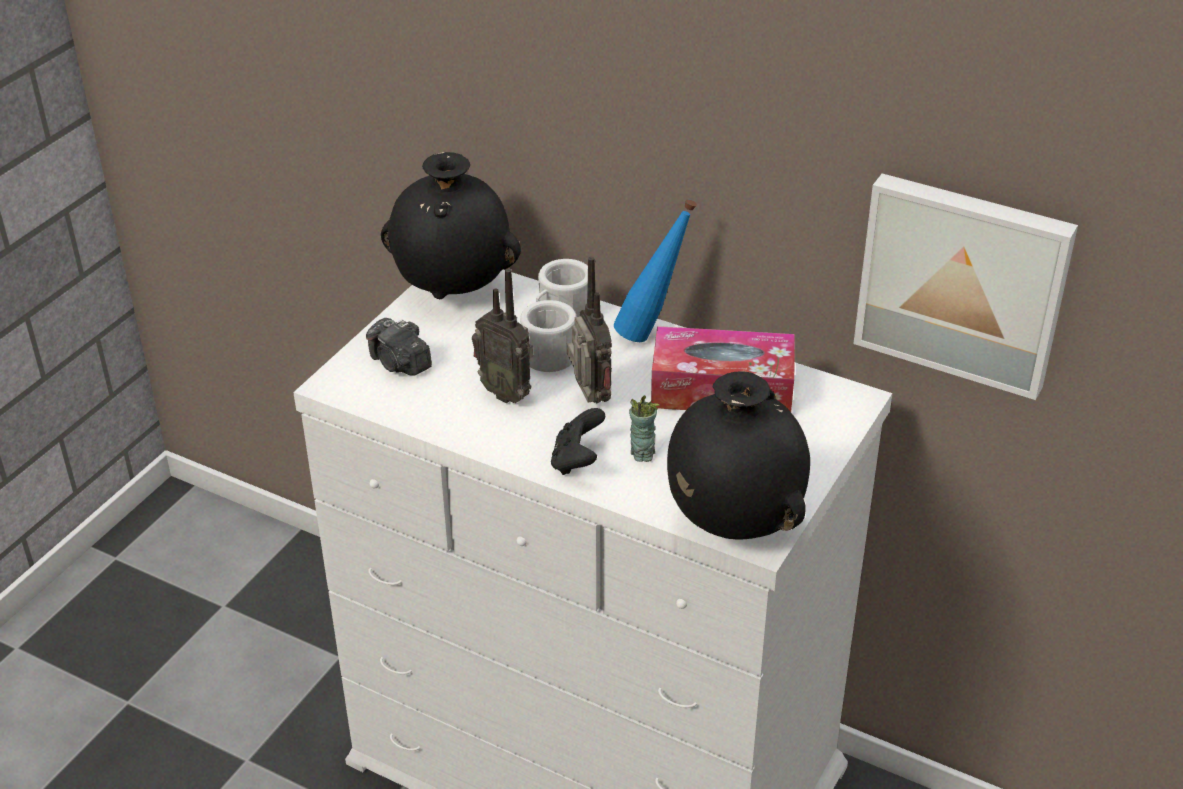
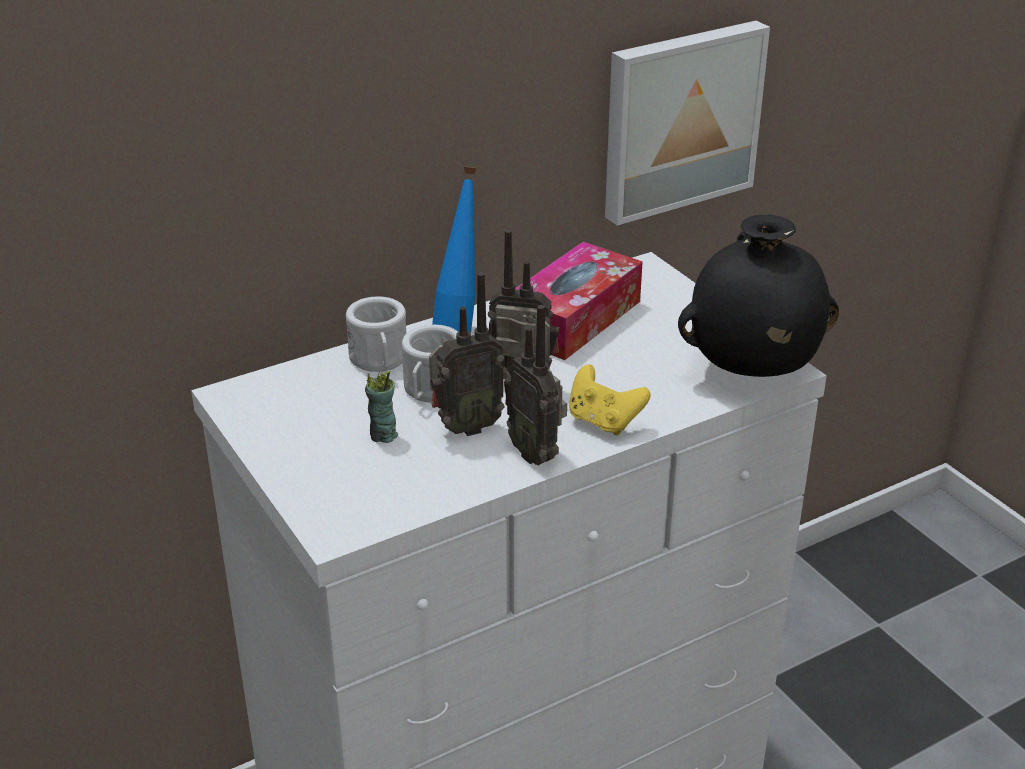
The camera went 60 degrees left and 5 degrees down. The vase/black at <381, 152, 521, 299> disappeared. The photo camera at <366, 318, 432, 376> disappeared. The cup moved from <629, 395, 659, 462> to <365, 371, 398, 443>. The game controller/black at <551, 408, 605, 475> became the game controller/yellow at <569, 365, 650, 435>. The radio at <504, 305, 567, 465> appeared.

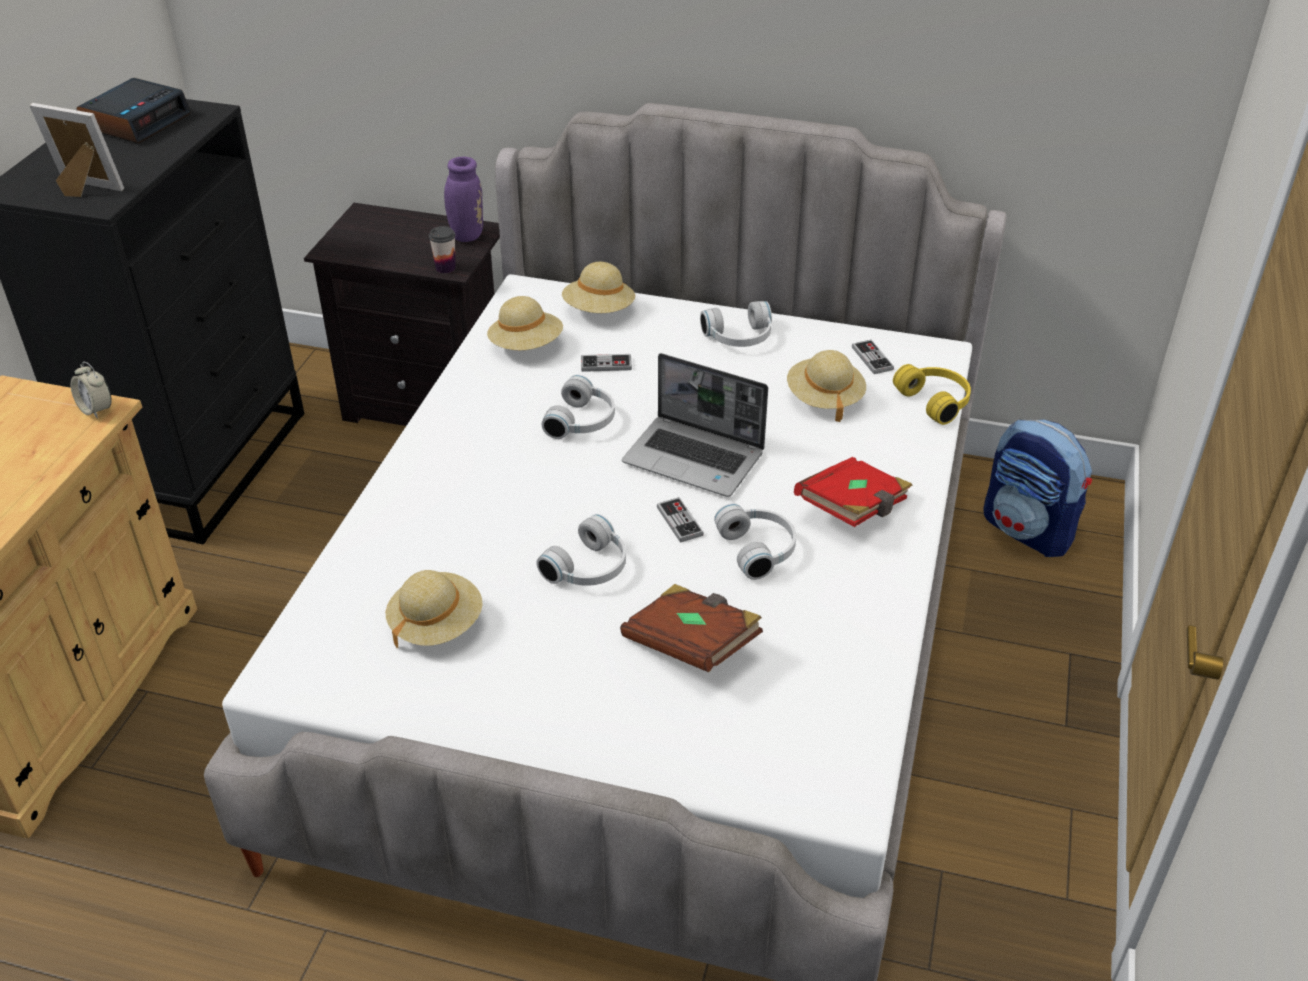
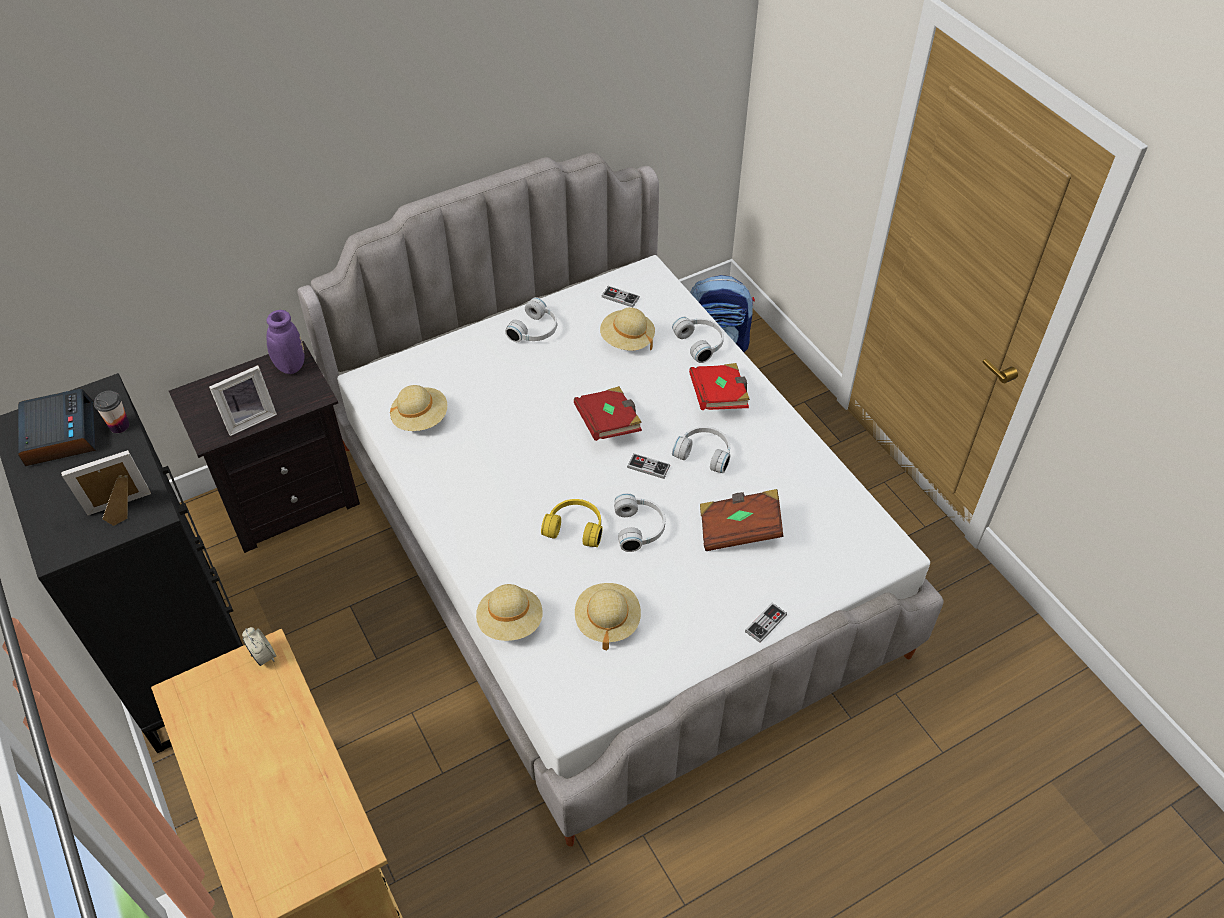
The camera went 45 degrees left and 10 degrees up. The cup moved from <429, 226, 456, 273> to <94, 391, 129, 433>. The hat/beige moved from <562, 262, 635, 313> to <476, 584, 543, 641>. The laptop at <622, 353, 768, 497> was replaced by the book/red at <574, 386, 642, 441>. The game controller moved from <581, 354, 632, 372> to <745, 603, 787, 643>. The alarm clock at <70, 362, 112, 419> turned 120 degrees counterclockwise. The headphones/yellow moved from <893, 364, 971, 425> to <541, 499, 603, 547>. The headphones/white moved from <542, 375, 615, 439> to <672, 317, 724, 363>. The picture frame at <209, 365, 277, 436> appeared.

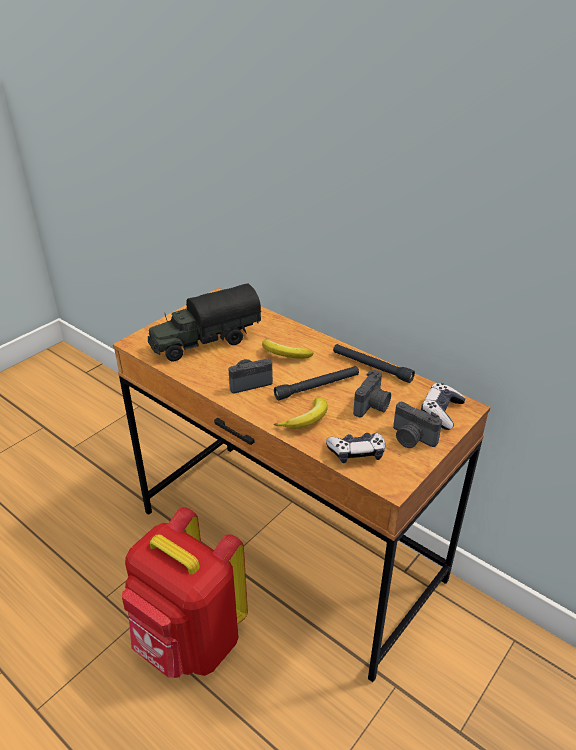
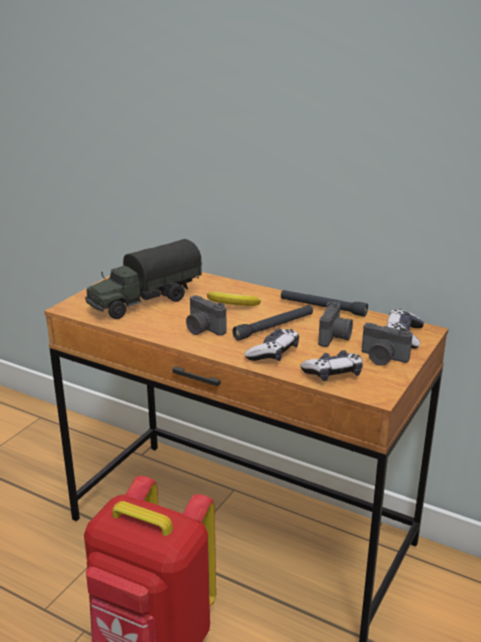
The camera went 10 degrees left and 10 degrees down. The photo camera at <228, 358, 273, 393> turned 105 degrees counterclockwise. The banana at <274, 398, 328, 429> was replaced by the game controller at <244, 329, 299, 361>.

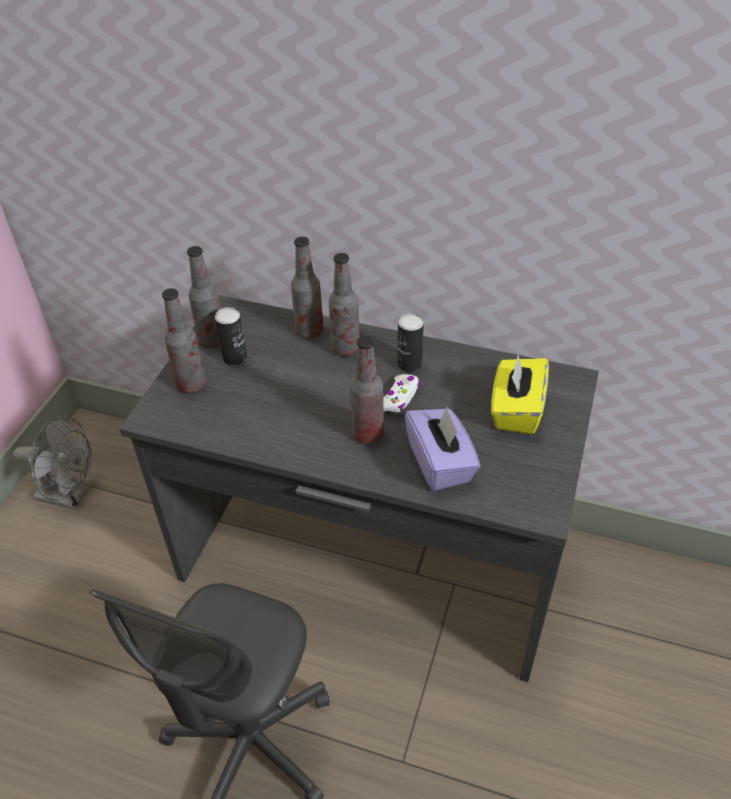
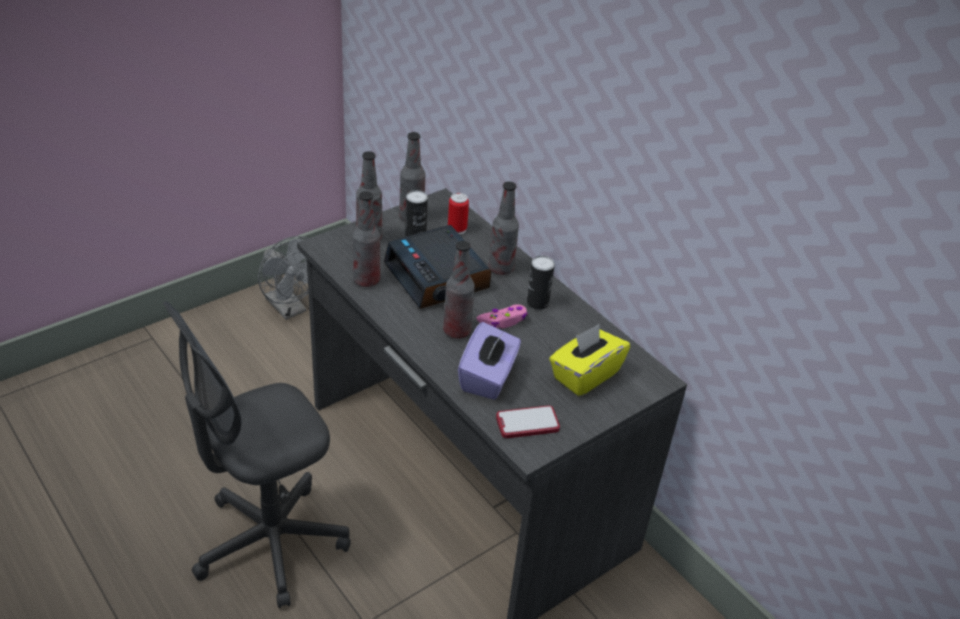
The camera went 30 degrees right and 5 degrees down. The bottle moved from <291, 237, 324, 339> to <353, 191, 380, 287>. The game controller/white at <383, 374, 420, 412> became the game controller/pink at <477, 304, 528, 328>. The can at <448, 193, 469, 235> appeared. The alarm clock at <384, 225, 491, 309> appeared. The phone at <496, 406, 560, 438> appeared.

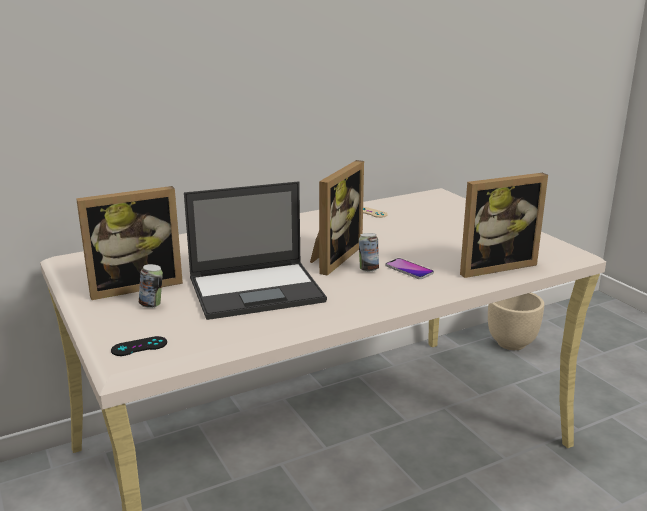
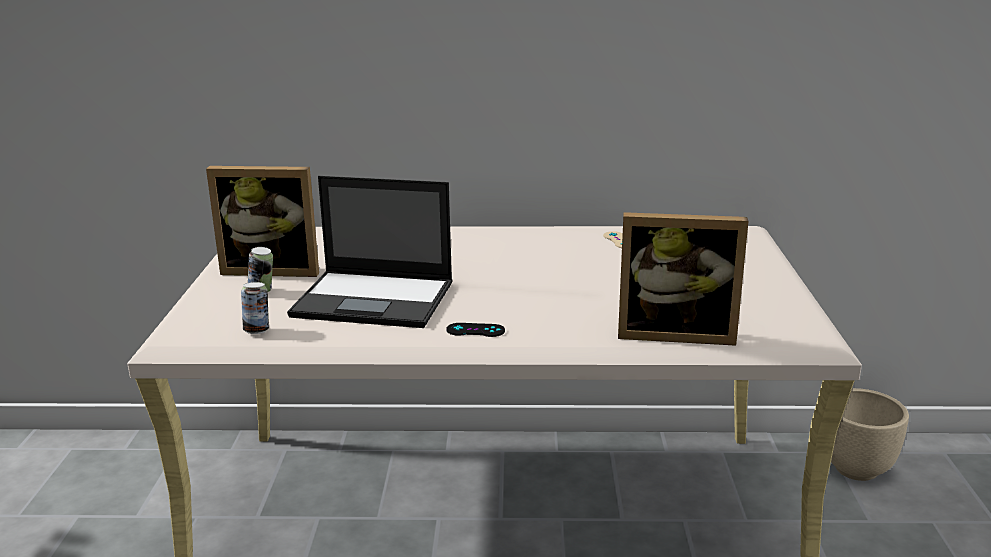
The camera went 30 degrees right and 0 degrees up. The picture frame at <310, 160, 364, 276> disappeared. The can moved from <359, 233, 379, 272> to <241, 282, 269, 334>. The phone at <385, 258, 434, 279> disappeared. The game controller/black moved from <111, 336, 167, 356> to <446, 323, 505, 337>.

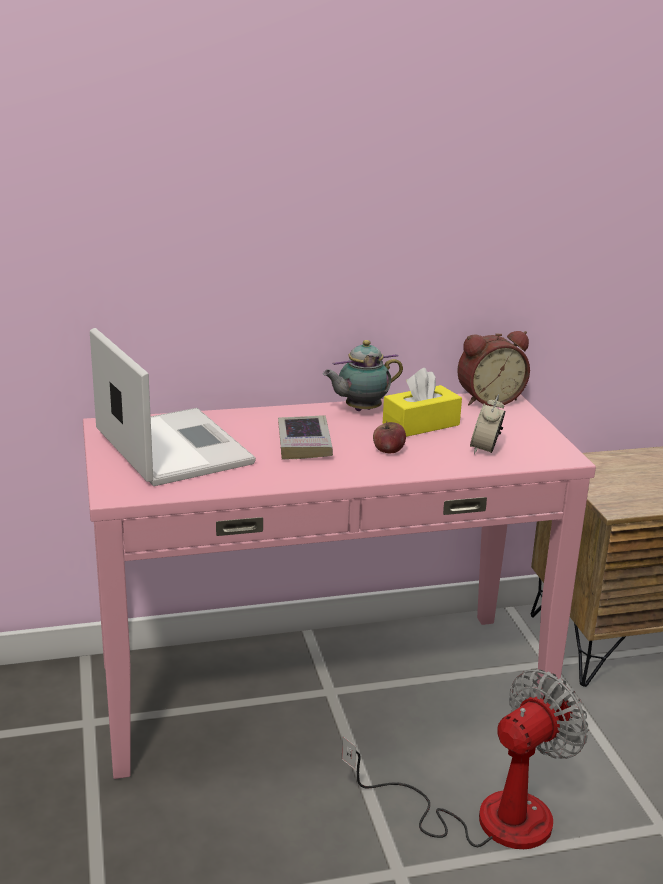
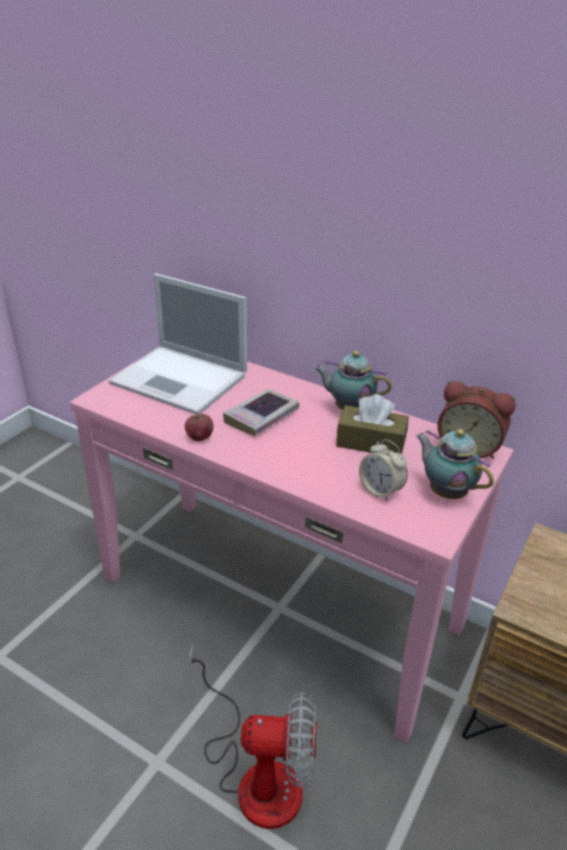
The camera went 45 degrees right and 10 degrees up. The laptop at <90, 328, 256, 486> turned 105 degrees clockwise. The tissue box/yellow at <383, 368, 462, 437> became the tissue box/brown at <336, 394, 409, 454>. The alarm clock at <470, 394, 505, 454> turned 105 degrees counterclockwise. The apple moved from <373, 421, 406, 453> to <185, 412, 213, 441>. The teapot at <416, 429, 494, 499> appeared.

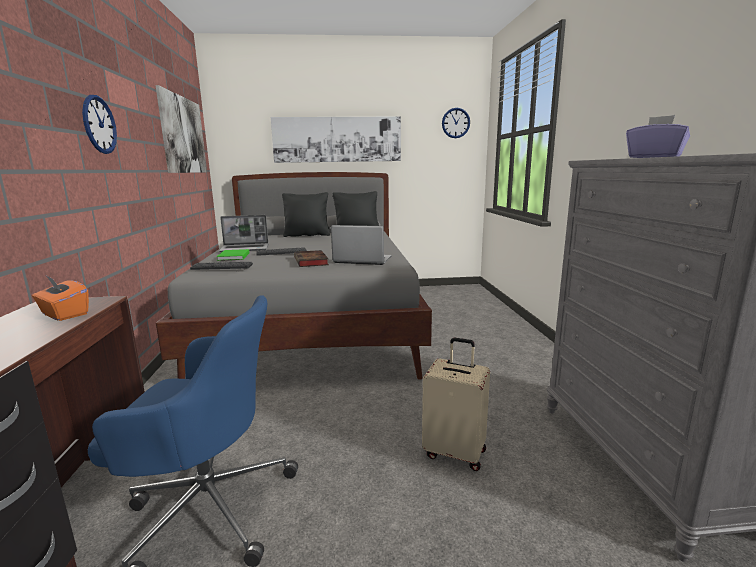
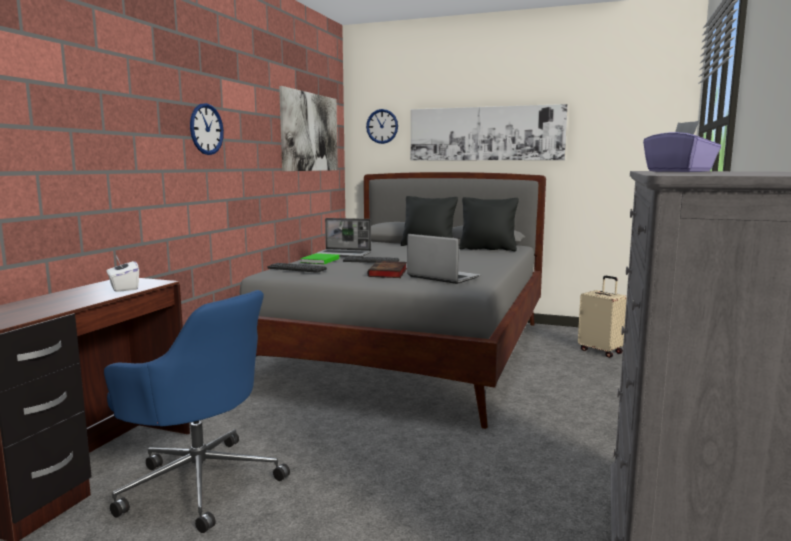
The camera went 25 degrees right and 5 degrees down. The wall clock moved from <442, 108, 470, 138> to <366, 109, 398, 144>. The tissue box/orange at <32, 276, 89, 321> became the tissue box/white at <106, 255, 139, 292>. The suitcase/beige moved from <422, 338, 490, 471> to <578, 276, 627, 358>.

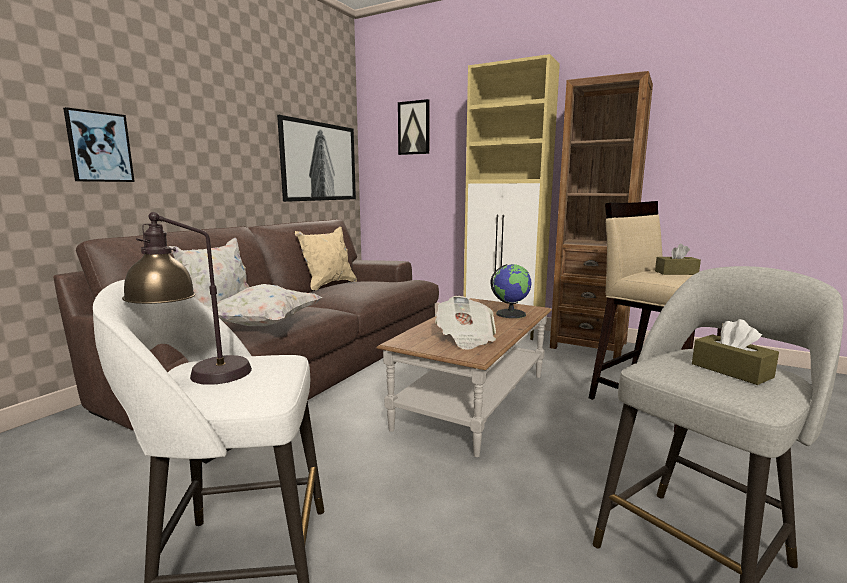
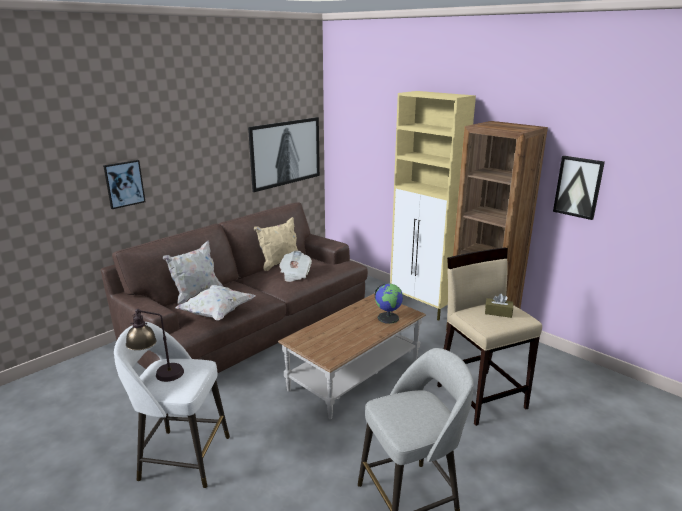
The camera went 15 degrees right and 10 degrees up. The picture moved from <398, 99, 430, 155> to <553, 156, 605, 220>. The newspaper moved from <435, 296, 496, 350> to <279, 251, 312, 282>. The tissue box/brown at <692, 319, 779, 385> disappeared.

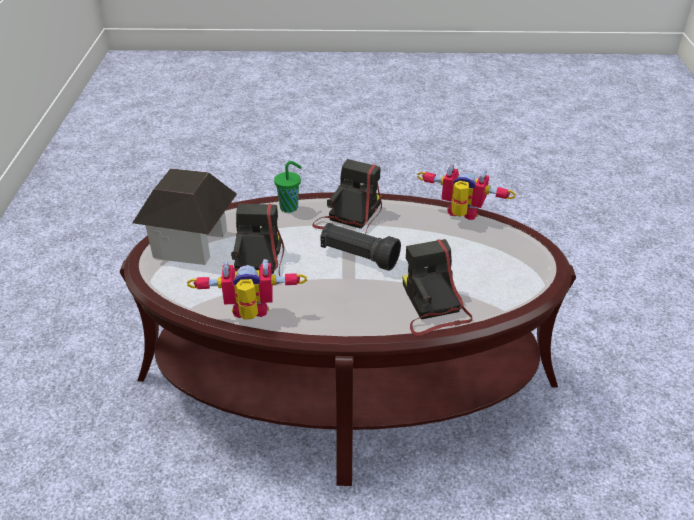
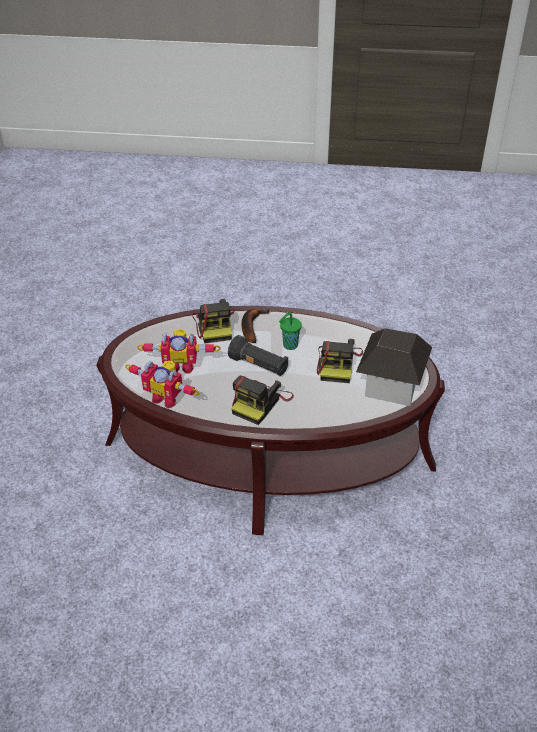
The camera went 175 degrees left and 5 degrees up. The cup/green moved from <274, 161, 302, 213> to <279, 312, 302, 350>. The toy robot moved from <187, 259, 307, 320> to <137, 328, 221, 374>. The banana at <241, 309, 270, 343> appeared.

